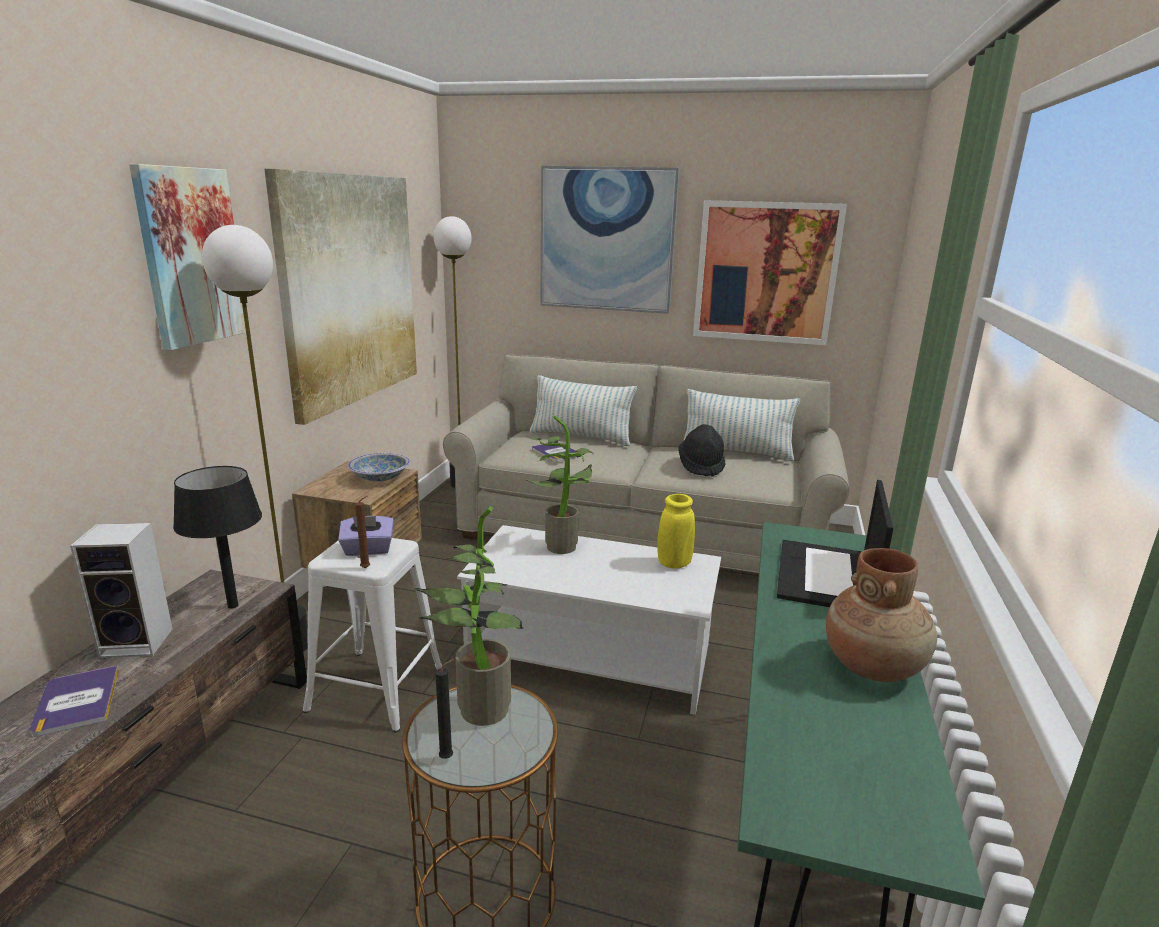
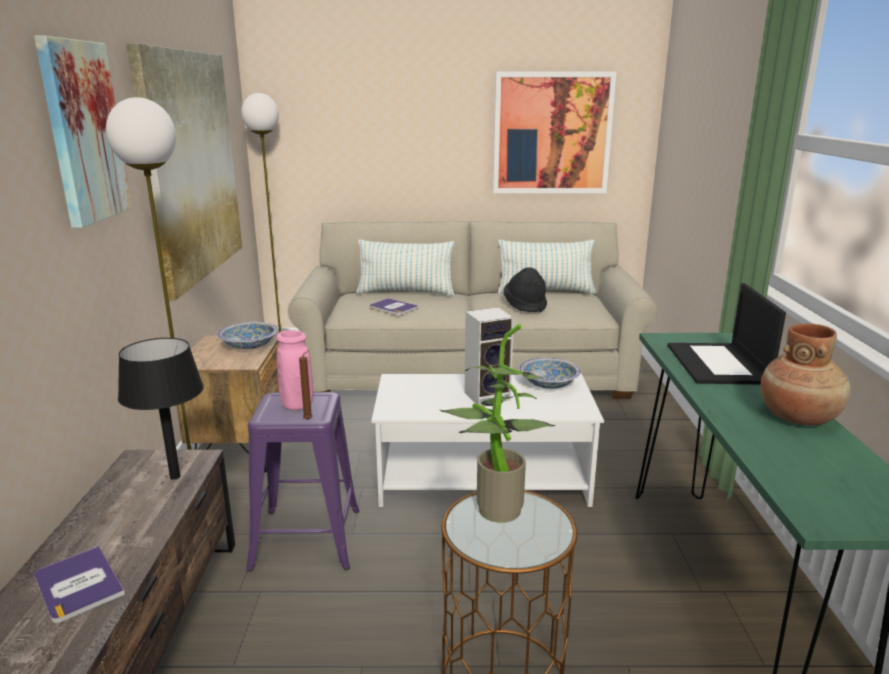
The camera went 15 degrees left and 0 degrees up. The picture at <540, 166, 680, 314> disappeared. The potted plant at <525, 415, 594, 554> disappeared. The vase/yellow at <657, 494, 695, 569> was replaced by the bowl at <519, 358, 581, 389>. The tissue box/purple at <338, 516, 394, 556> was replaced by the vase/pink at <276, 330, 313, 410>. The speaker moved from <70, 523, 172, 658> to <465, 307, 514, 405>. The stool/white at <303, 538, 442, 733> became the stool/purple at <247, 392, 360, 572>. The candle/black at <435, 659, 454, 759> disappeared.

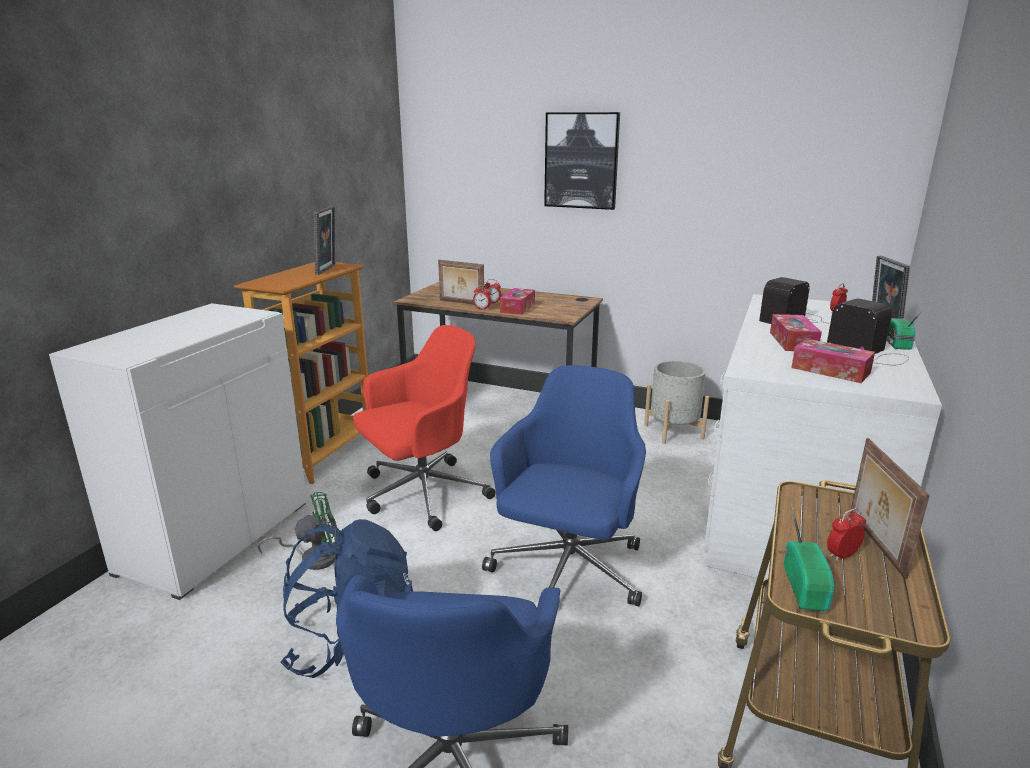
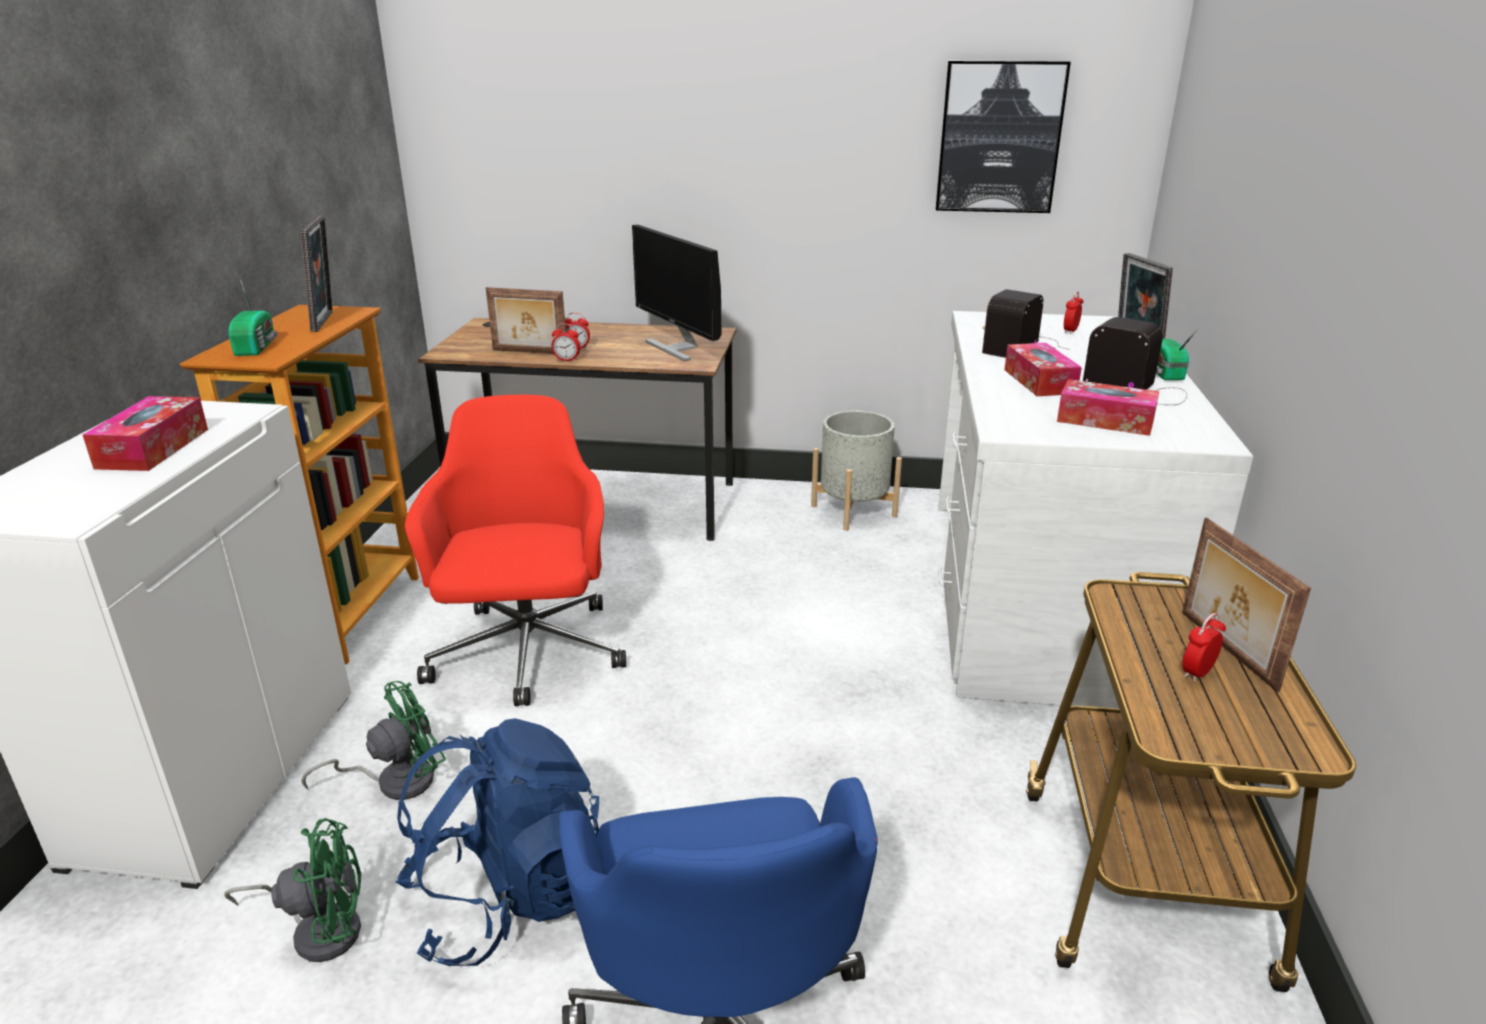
The camera went 15 degrees left and 5 degrees up. The picture moved from <544, 112, 620, 210> to <936, 61, 1071, 213>. The tissue box moved from <500, 288, 535, 315> to <82, 396, 208, 471>. The office chair/red at <353, 325, 496, 531> turned 45 degrees counterclockwise. The office chair/blue at <482, 365, 646, 606> disappeared. The radio moved from <783, 504, 834, 611> to <228, 279, 277, 356>. The monitor at <632, 224, 721, 361> appeared. The fan/green at <224, 818, 361, 962> appeared.

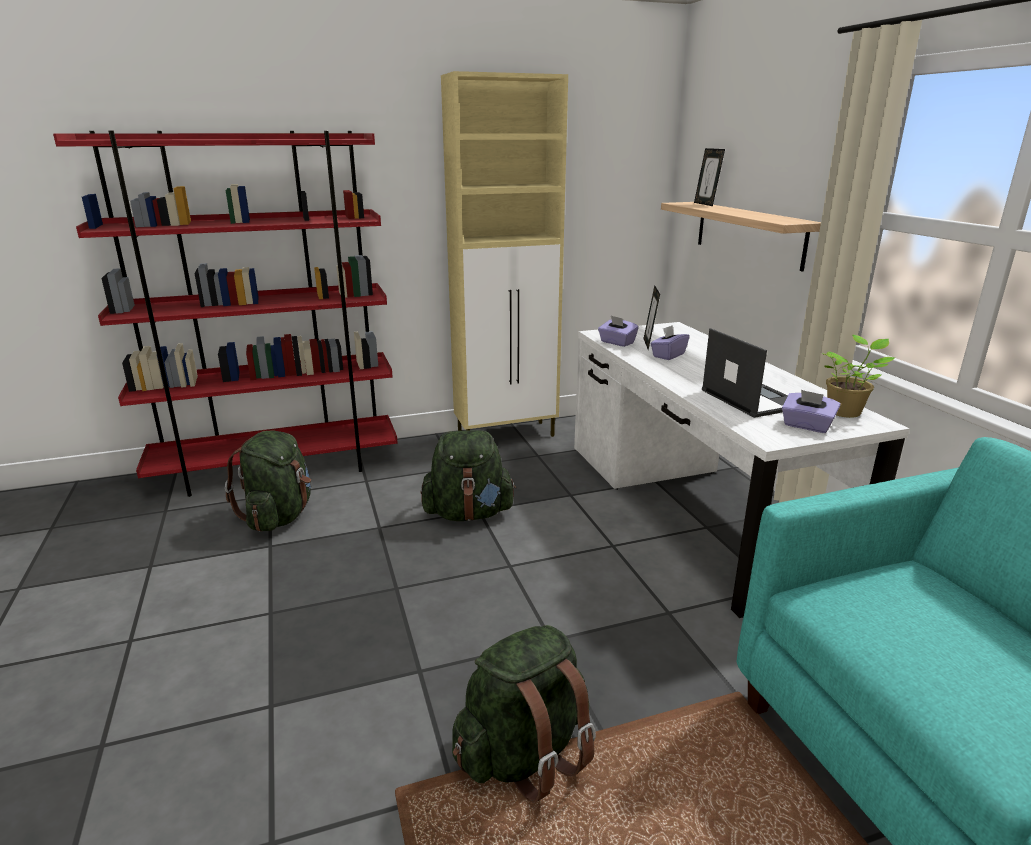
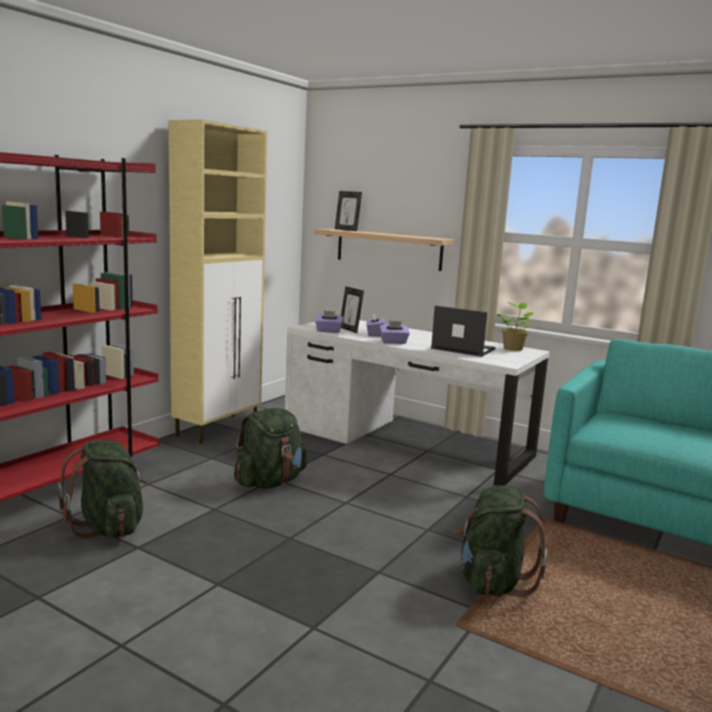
The camera went 40 degrees left and 10 degrees down. The tissue box/purple moved from <782, 390, 841, 433> to <379, 321, 410, 344>.

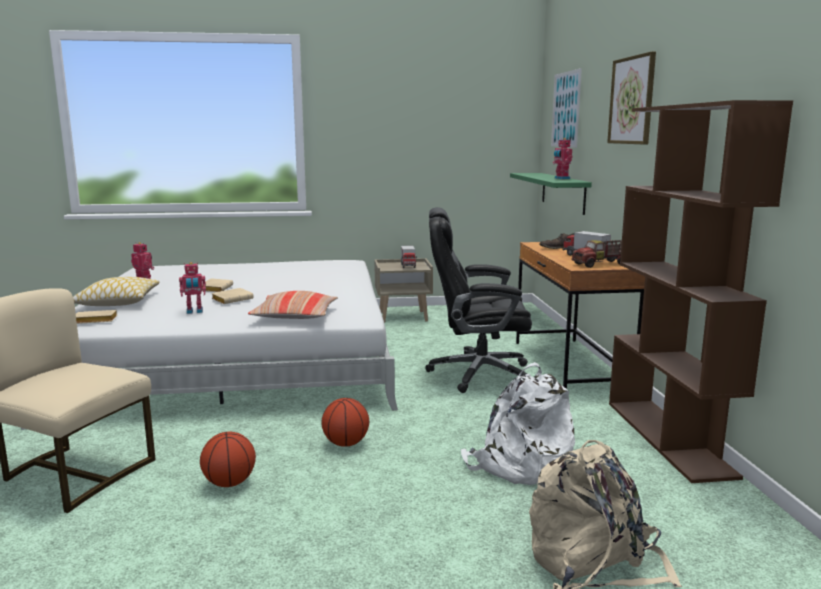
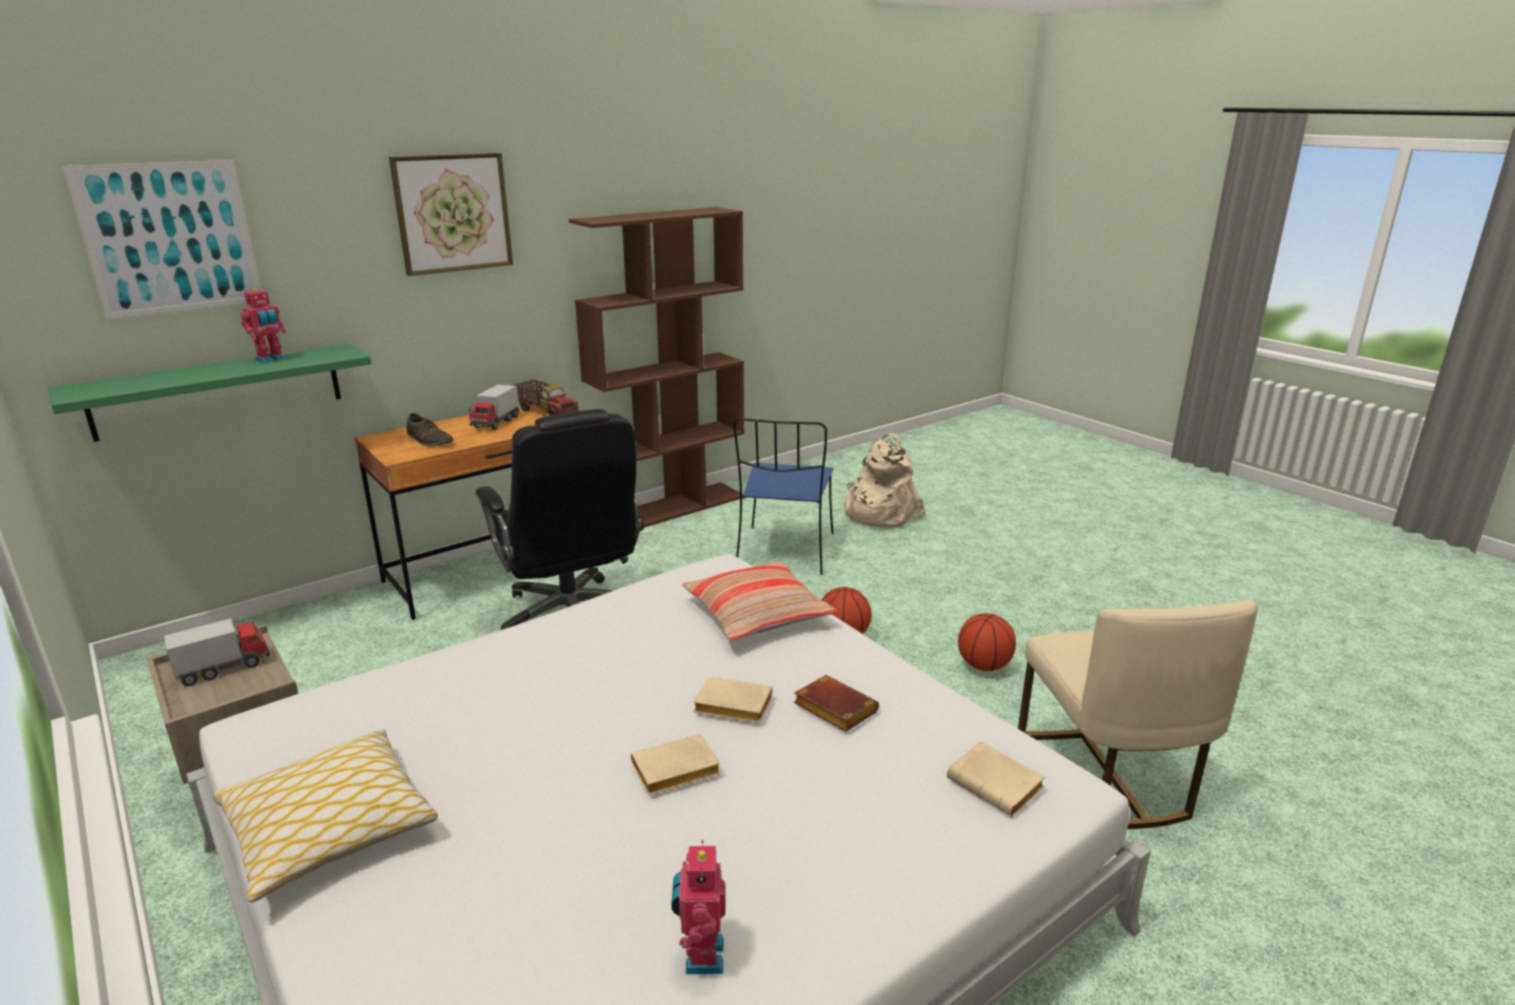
The camera went 120 degrees left and 10 degrees up. The toy robot at <179, 262, 206, 314> was replaced by the book/brown at <794, 675, 879, 732>. The pillow moved from <73, 277, 160, 306> to <213, 729, 438, 903>. The backpack/white at <461, 362, 575, 485> was replaced by the chair/blue at <734, 418, 833, 575>.

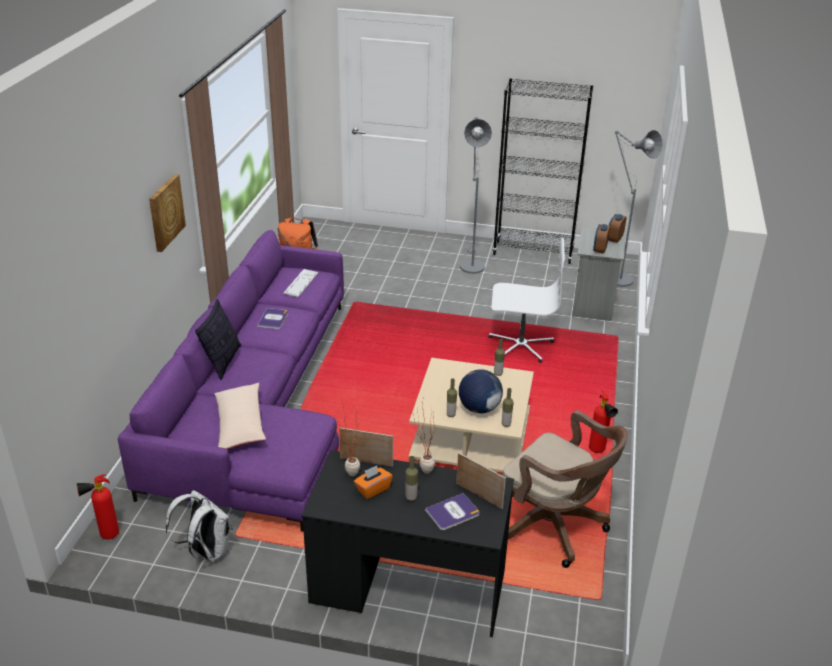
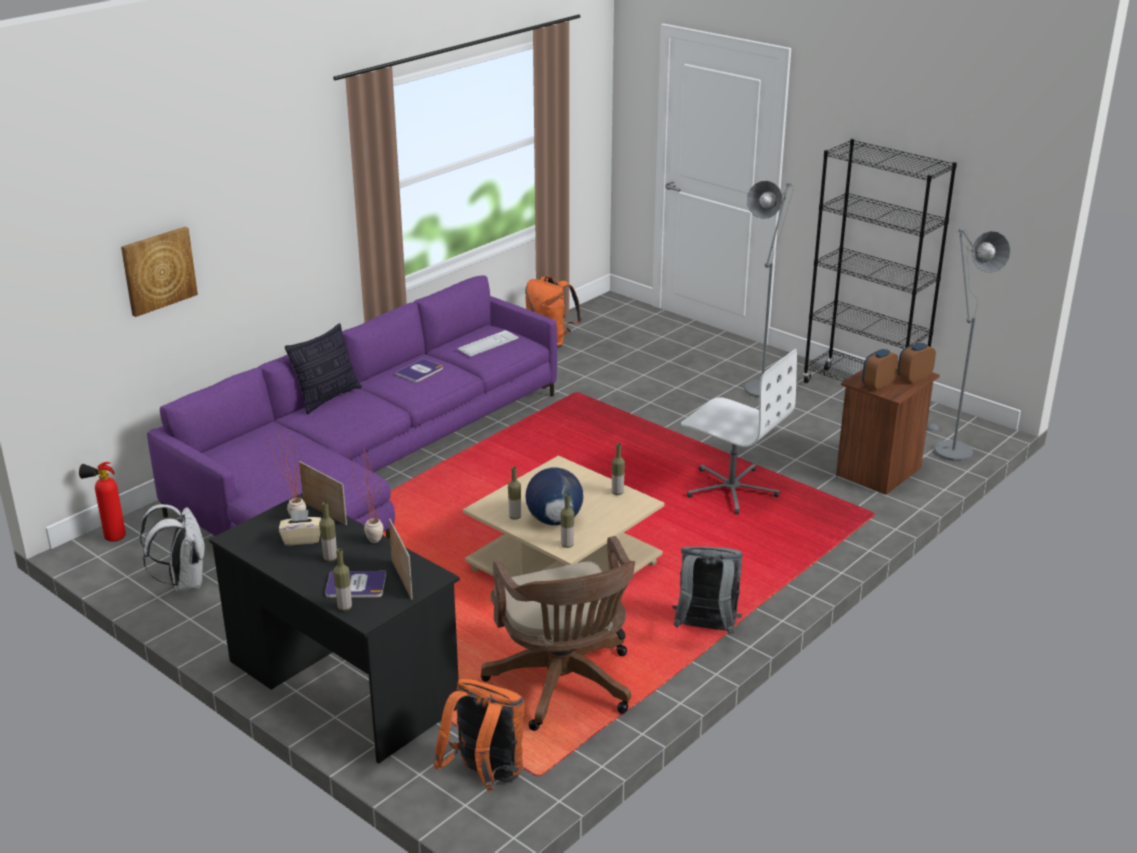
The camera went 30 degrees right and 5 degrees down. The picture moved from <149, 174, 186, 252> to <121, 227, 198, 317>. The nightstand/grey at <572, 228, 626, 321> became the nightstand/brown at <836, 361, 940, 495>. The pillow/beige at <214, 383, 266, 449> disappeared. The fire extinguisher at <589, 390, 618, 453> was replaced by the backpack/grey at <672, 547, 743, 634>. The tissue box/orange at <354, 465, 393, 499> became the tissue box/beige at <279, 510, 321, 546>. The bottle at <333, 548, 352, 611> appeared. The backpack/orange at <434, 679, 524, 791> appeared.

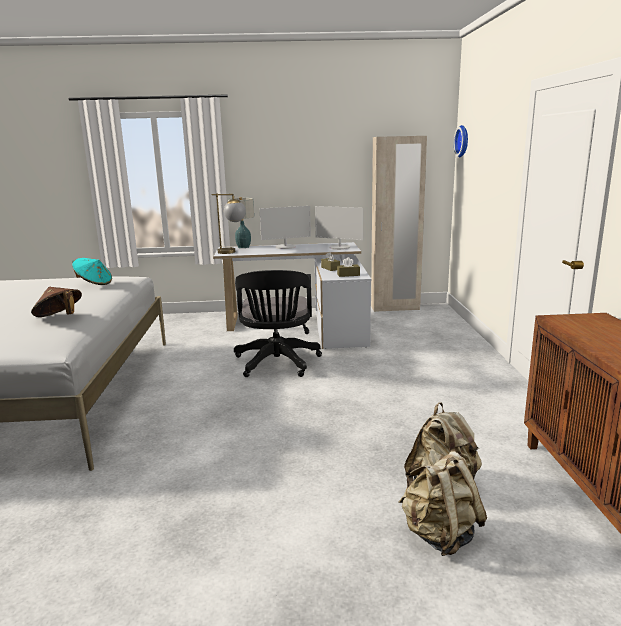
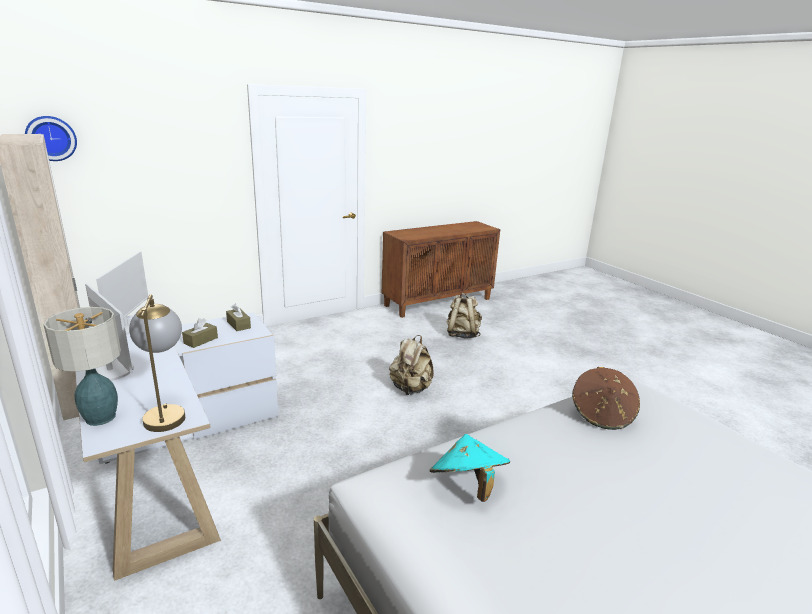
The camera went 120 degrees left and 5 degrees up. The office chair/black at <234, 270, 322, 377> disappeared. The backpack/beige moved from <399, 451, 487, 556> to <389, 335, 434, 395>.

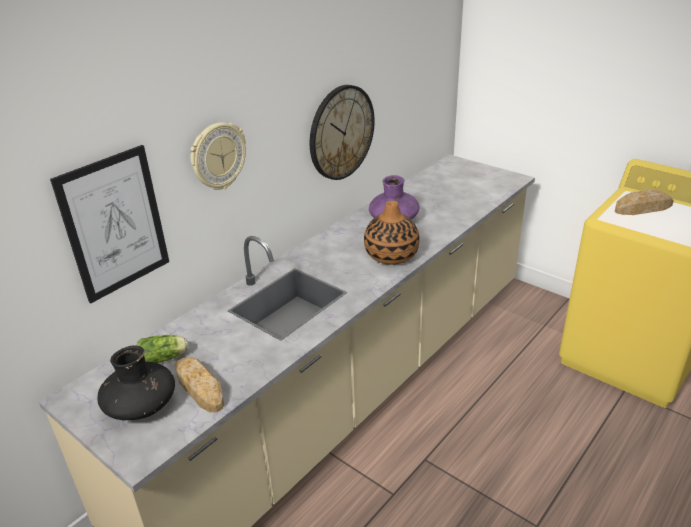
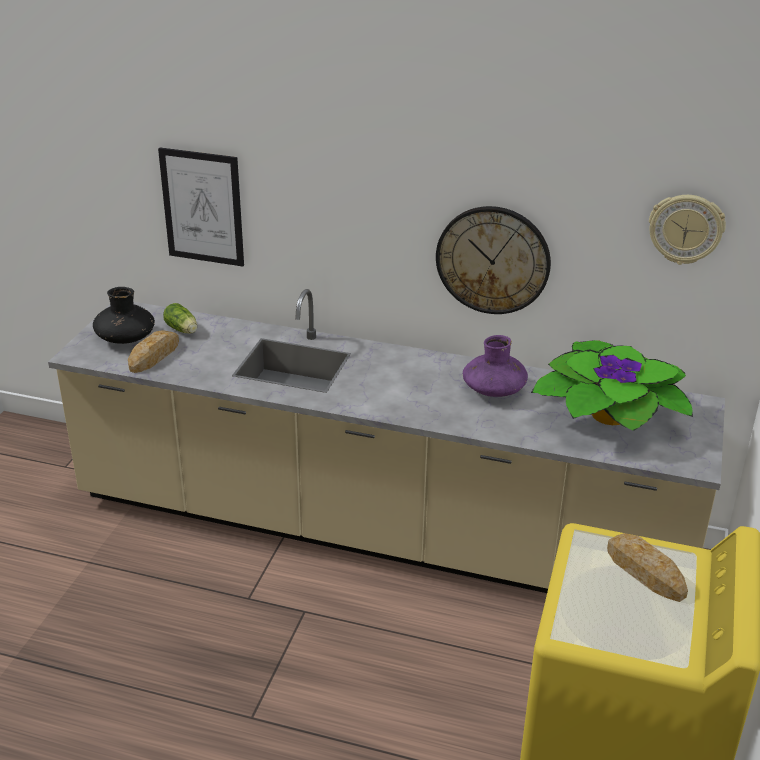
The camera went 65 degrees right and 0 degrees up. The wall clock moved from <191, 122, 246, 190> to <649, 195, 726, 265>. The vase at <364, 201, 420, 265> disappeared. The potted plant at <531, 340, 693, 431> appeared.

